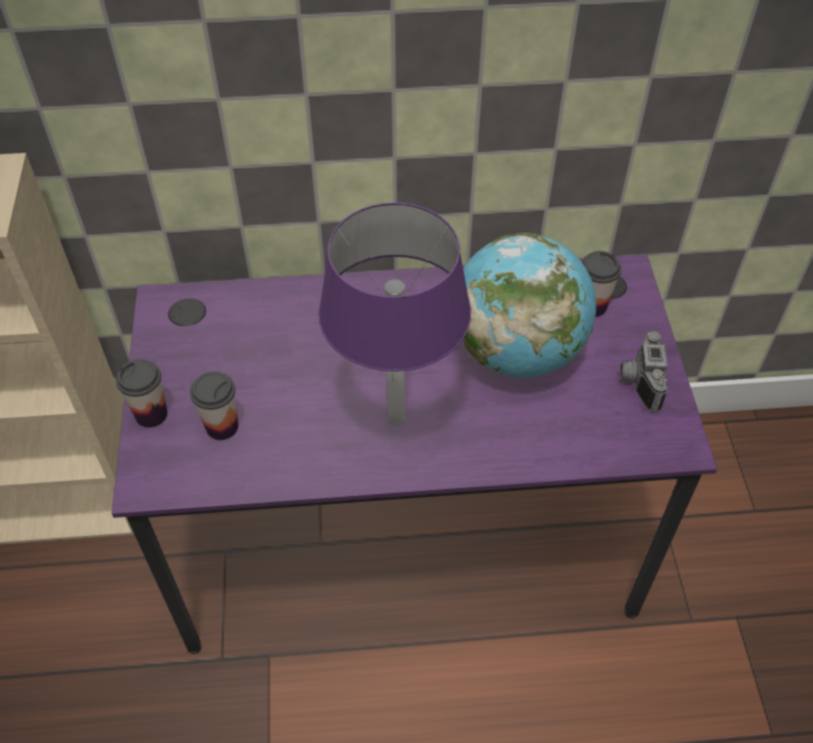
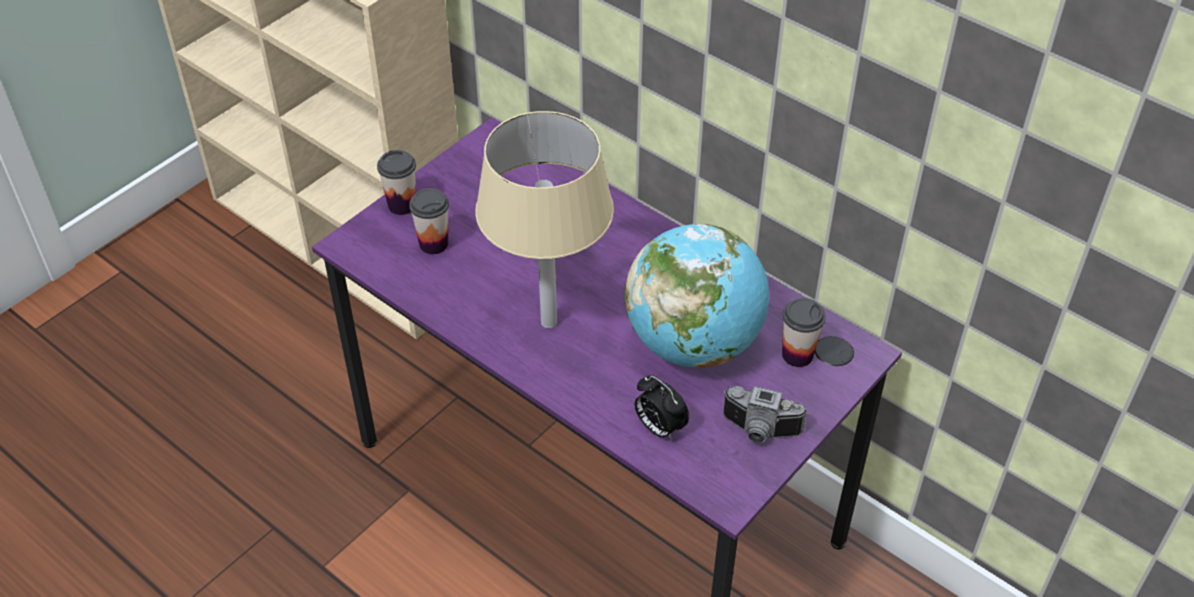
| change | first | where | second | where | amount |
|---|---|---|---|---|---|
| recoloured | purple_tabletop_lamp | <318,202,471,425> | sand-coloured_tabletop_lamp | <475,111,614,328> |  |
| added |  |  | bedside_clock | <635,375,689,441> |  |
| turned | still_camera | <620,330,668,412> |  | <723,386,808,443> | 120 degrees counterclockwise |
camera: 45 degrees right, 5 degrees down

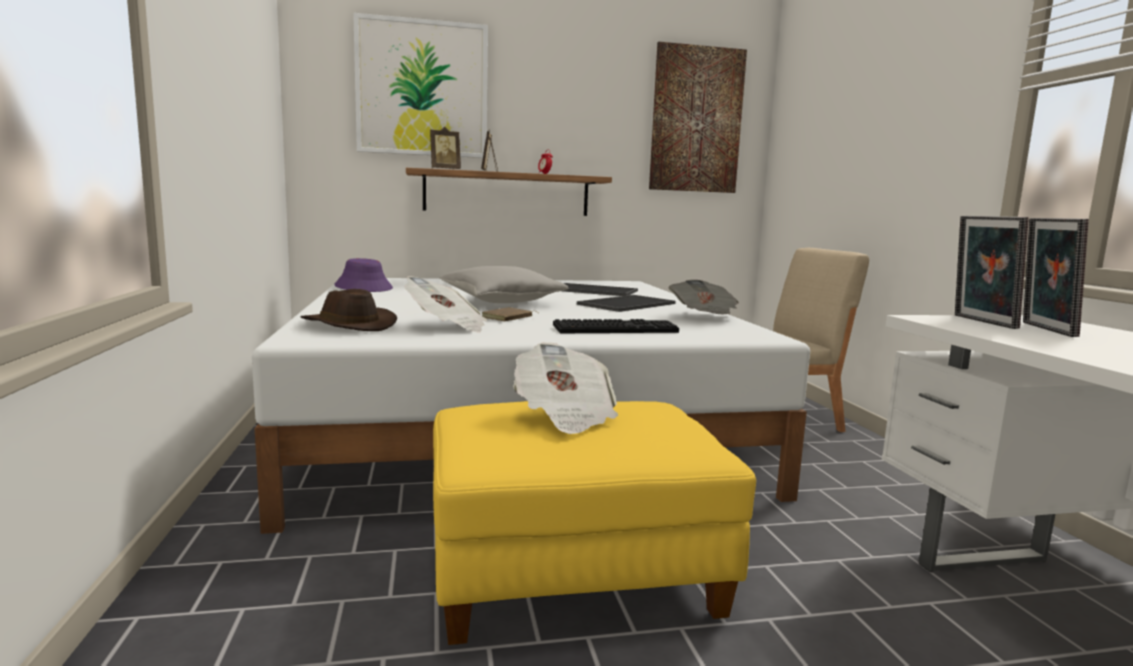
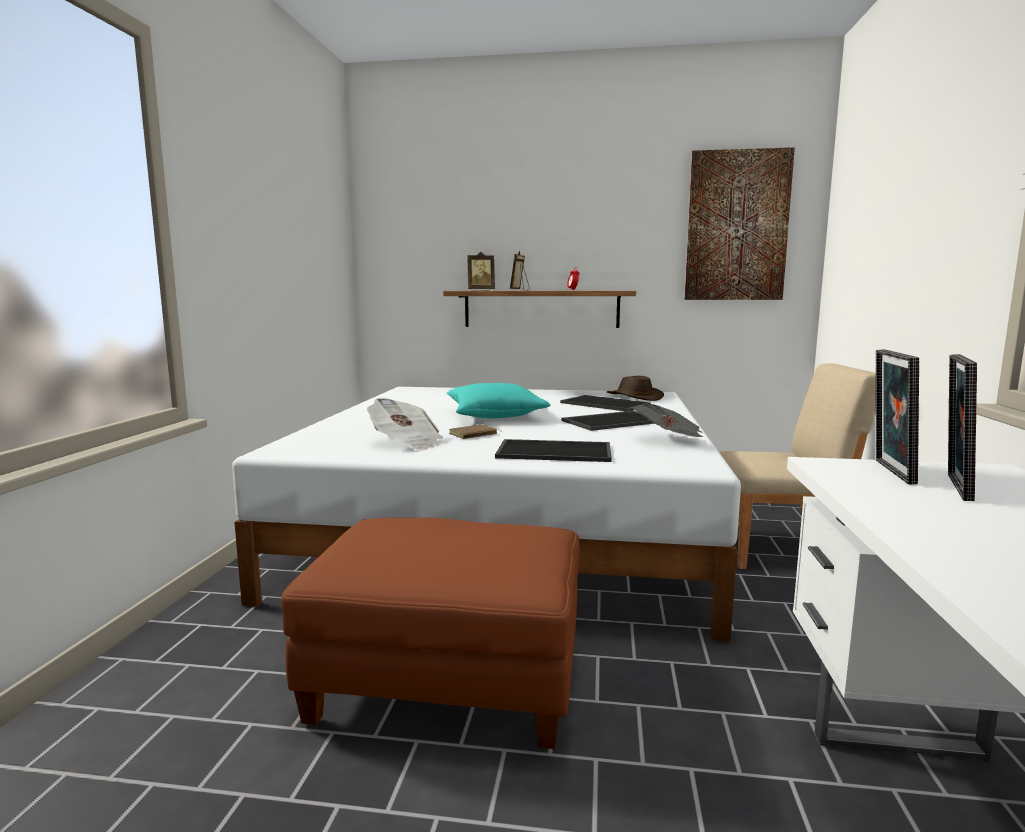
| change | first | where | second | where | amount |
|---|---|---|---|---|---|
| recoloured | yellow-coloured_pouffe | <433,401,756,645> | brown_pouffe | <281,518,580,749> |  |
| recoloured | grey_throw_pillow | <440,266,568,303> | turquoise-coloured_throw_pillow | <447,383,550,418> |  |
| replaced | PC_keyboard | <553,319,679,333> | tray | <495,439,612,462> |  |
| moved | brown_clothing_hat | <301,289,397,331> |  | <607,376,664,401> |  |
| removed | purple_clothing_hat | <334,258,393,292> |  |  |  |
| removed | wall_art | <353,13,488,158> |  |  |  |
| removed | newspaper | <513,343,618,434> |  |  |  |
camera: 20 degrees right, 0 degrees up

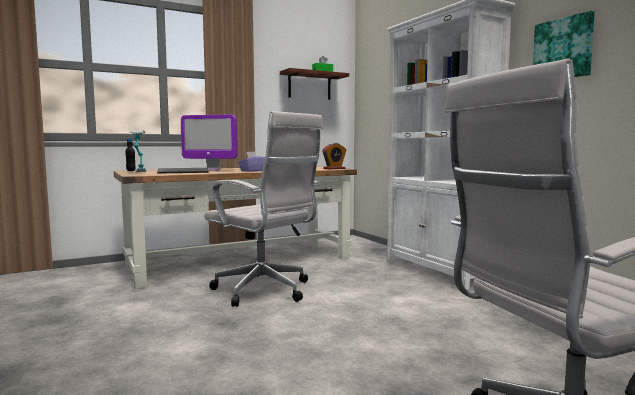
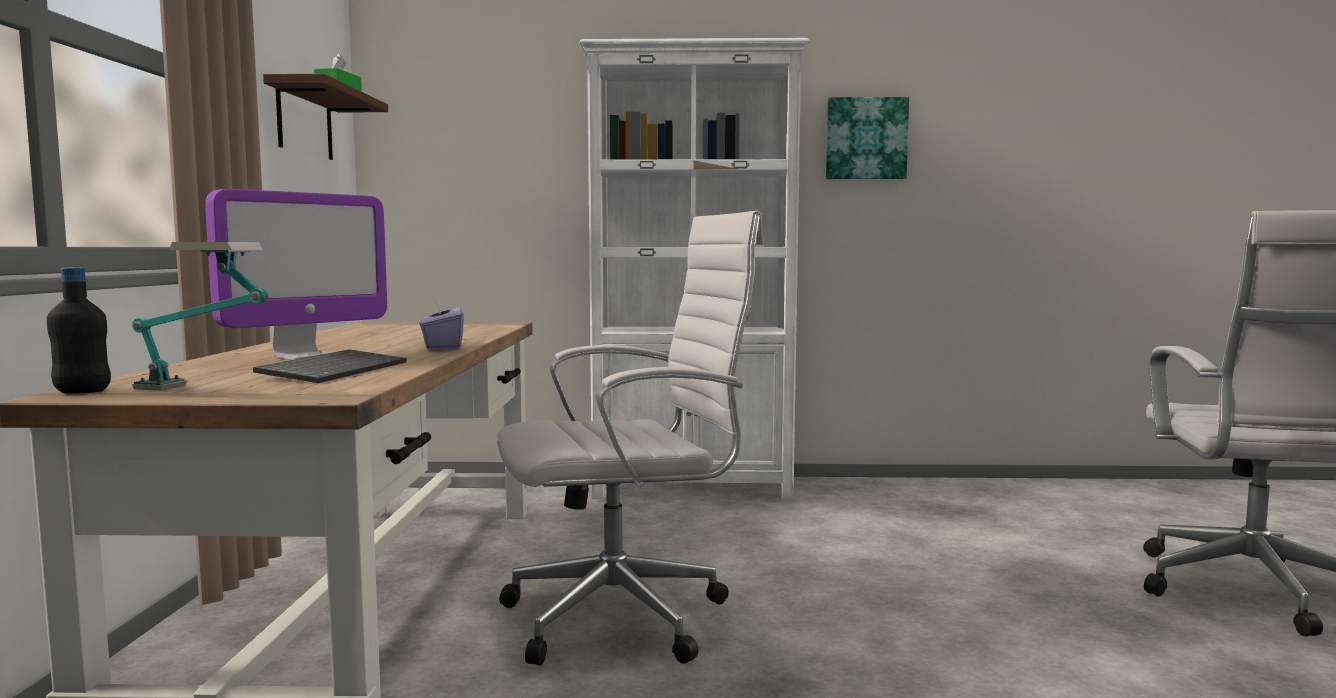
| change | first | where | second | where | amount |
|---|---|---|---|---|---|
| removed | bedside_clock | <322,143,346,169> |  |  |  |
camera: 60 degrees left, 0 degrees up

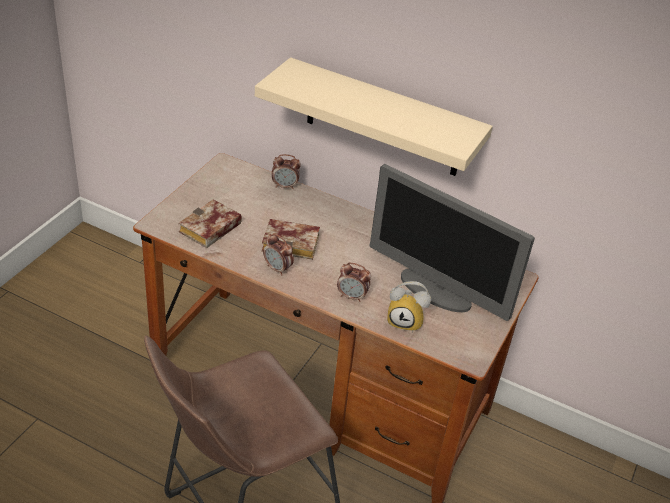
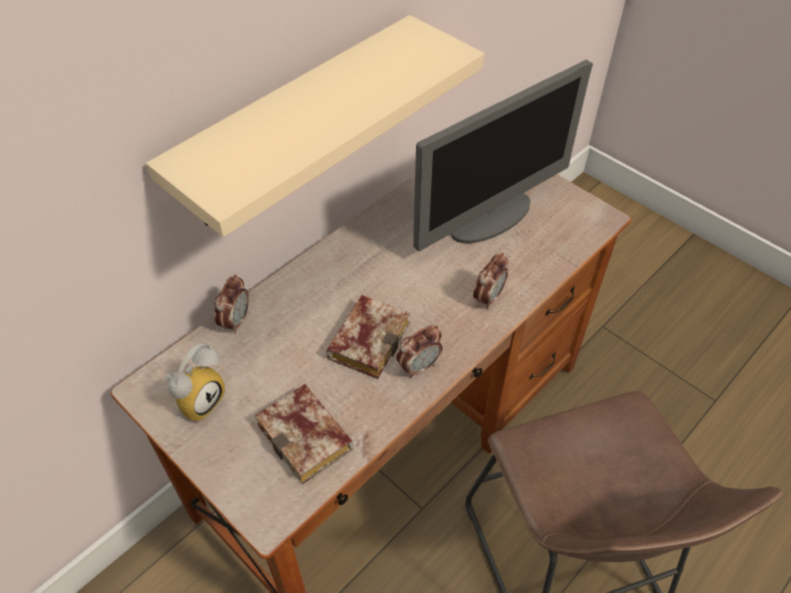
| change | first | where | second | where | amount |
|---|---|---|---|---|---|
| moved | bedside_clock | <387,281,431,333> |  | <165,343,225,421> |  |
camera: 70 degrees left, 10 degrees up

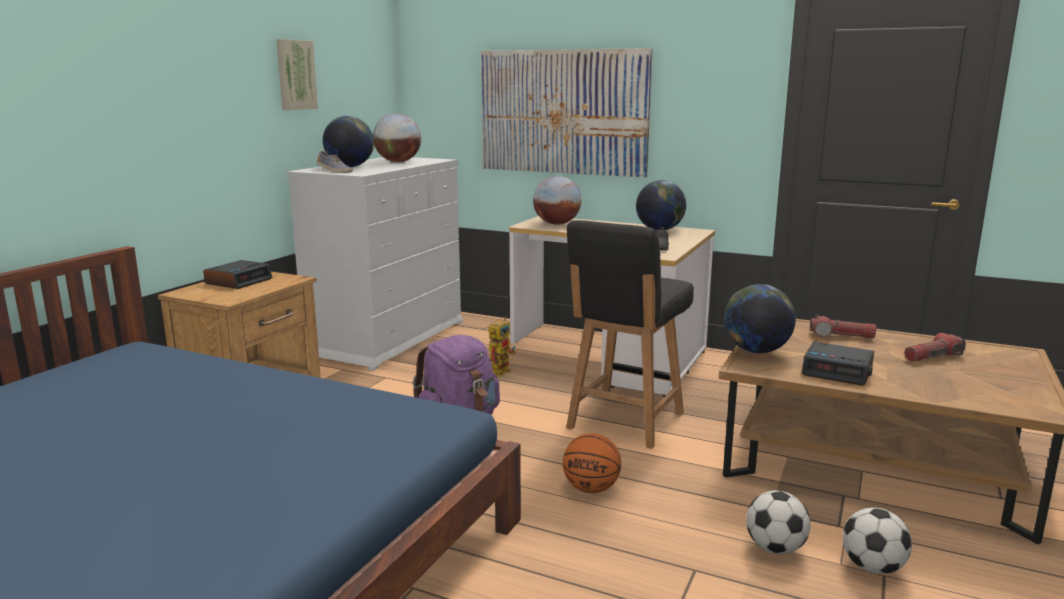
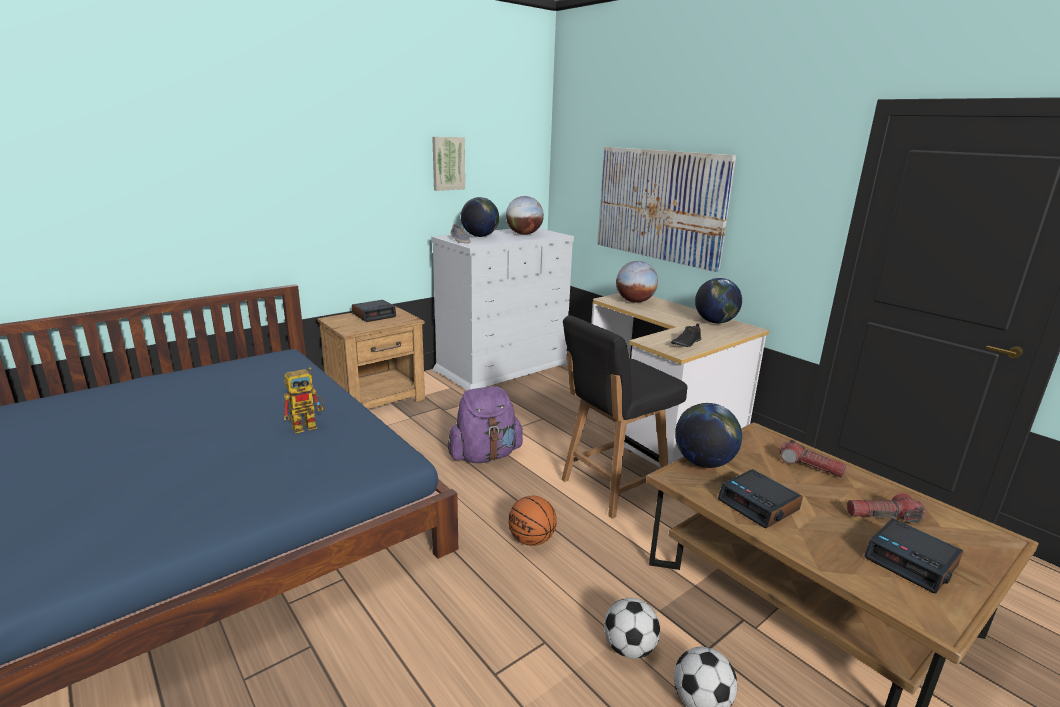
| change | first | where | second | where | amount |
|---|---|---|---|---|---|
| moved | toy_robot | <489,317,516,376> |  | <283,367,324,434> |  |
| added |  |  | bedside_clock | <864,518,963,593> |  |
camera: 25 degrees right, 5 degrees up

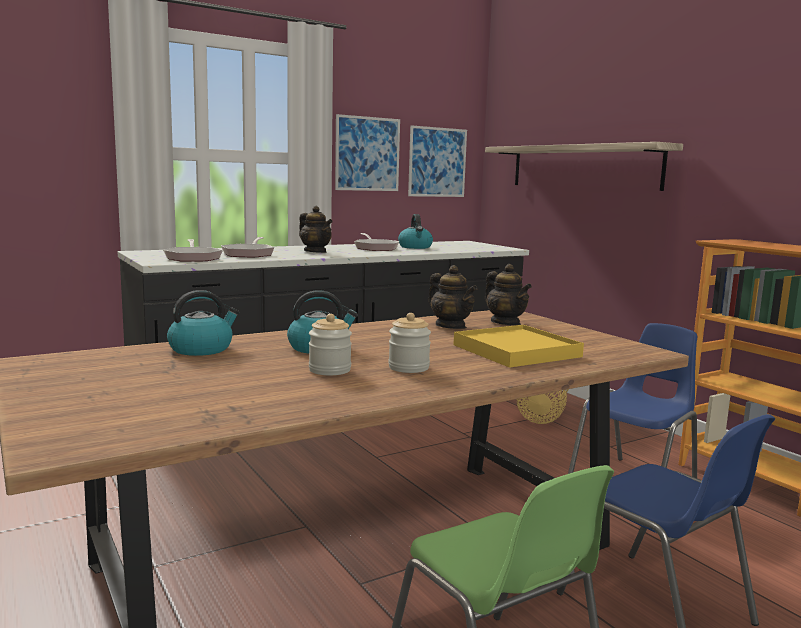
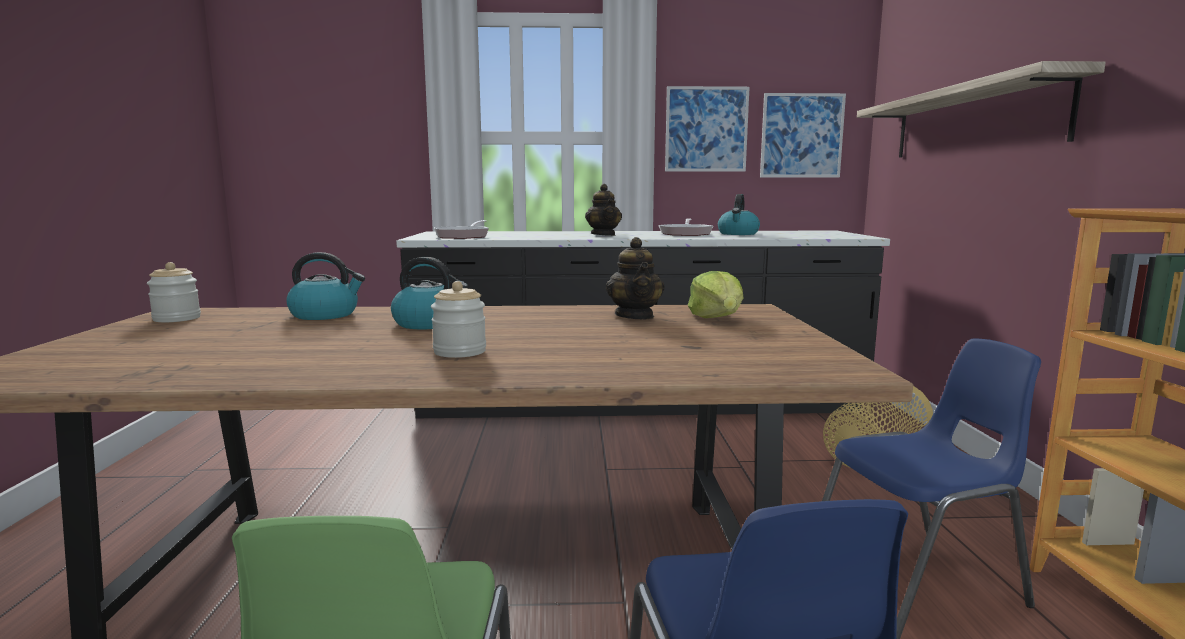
| change | first | where | second | where | amount |
|---|---|---|---|---|---|
| moved | preserve_jar | <309,314,352,375> |  | <147,262,201,322> |  |
| replaced | pot_for_tea | <485,264,532,325> | lettuce | <688,271,744,318> |  |
| removed | frying_pan | <221,237,274,258> |  |  |  |
| removed | yellow-coloured_tray | <454,325,584,368> |  |  |  |
camera: 30 degrees right, 0 degrees up

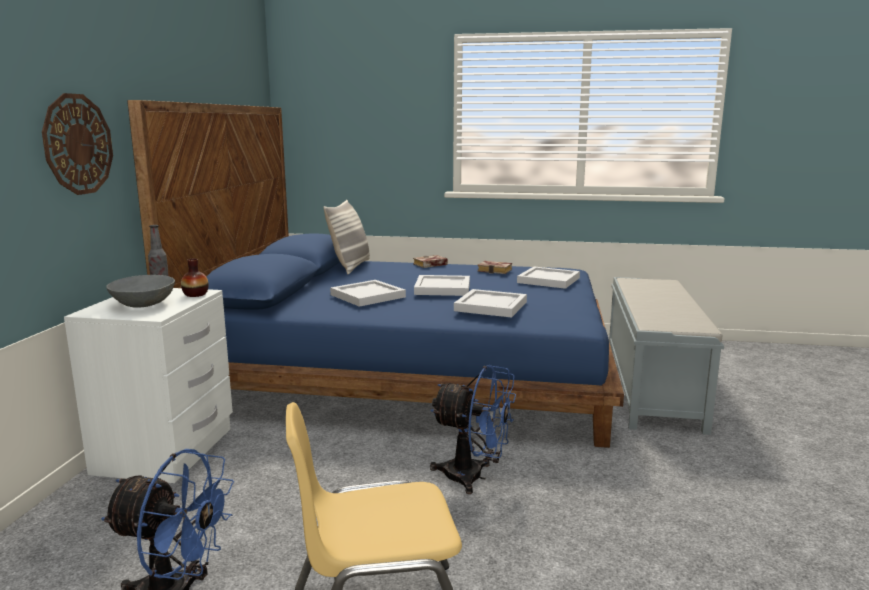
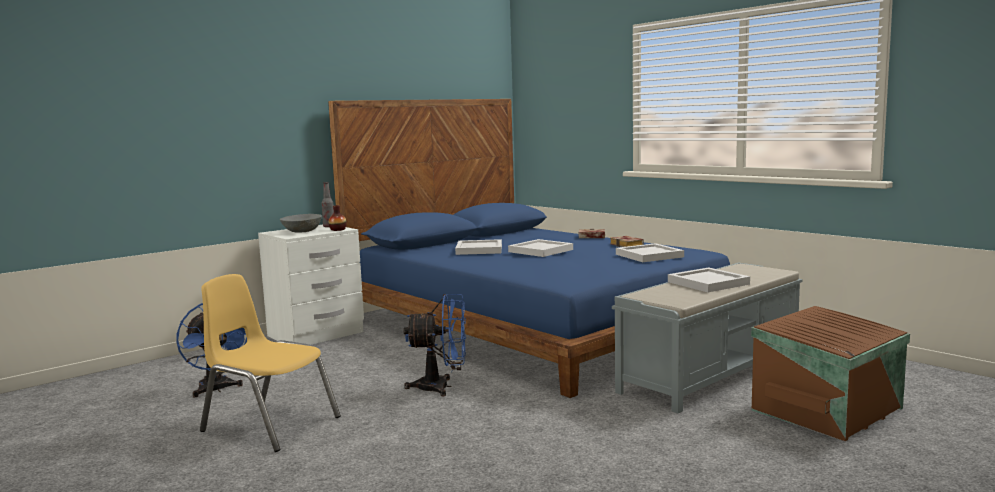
| change | first | where | second | where | amount |
|---|---|---|---|---|---|
| turned | blue_fan | <430,365,516,494> |  | <403,294,466,397> | 60 degrees counterclockwise |
| moved | white-coloured_tray | <454,289,527,318> |  | <668,267,750,292> |  |
| added |  |  | brown_storage_box | <751,306,910,441> |  |
| removed | hanging_clock | <42,93,113,195> |  |  |  |
| removed | throw_pillow | <323,200,370,274> |  |  |  |
camera: 40 degrees right, 5 degrees down

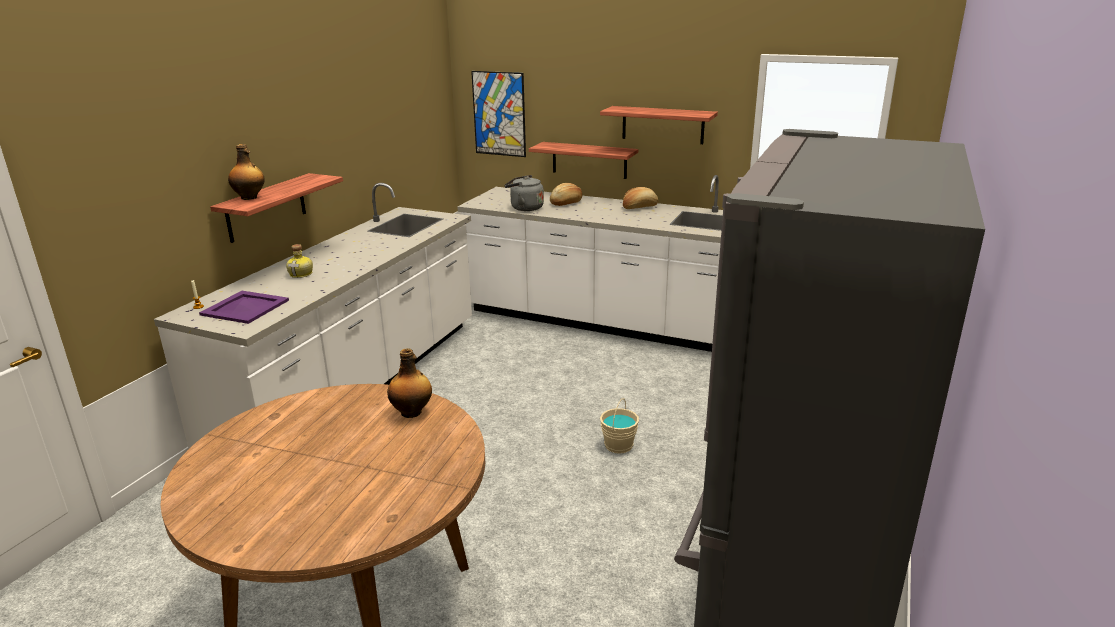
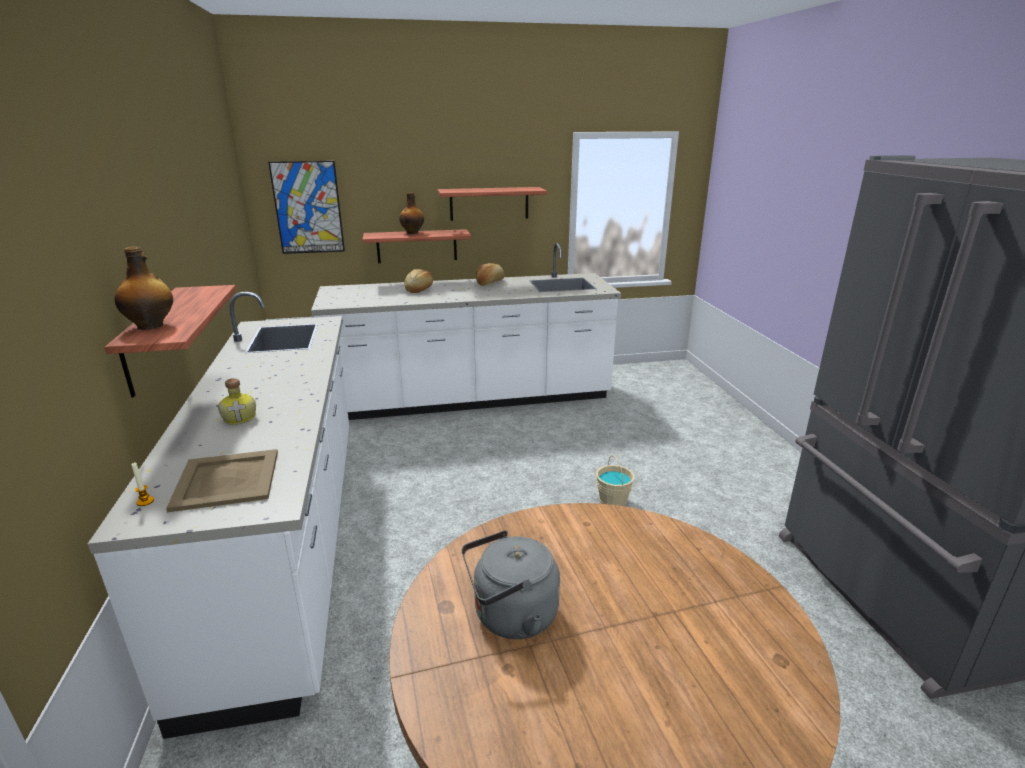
| change | first | where | second | where | amount |
|---|---|---|---|---|---|
| recoloured | purple_tray | <199,291,289,324> | sand-coloured_tray | <166,449,278,512> |  |
| moved | beverage_bottle | <387,348,432,418> |  | <399,192,424,234> |  |
| moved | grey_water_kettle | <504,175,544,211> |  | <462,530,560,639> |  |
camera: 35 degrees left, 0 degrees up

